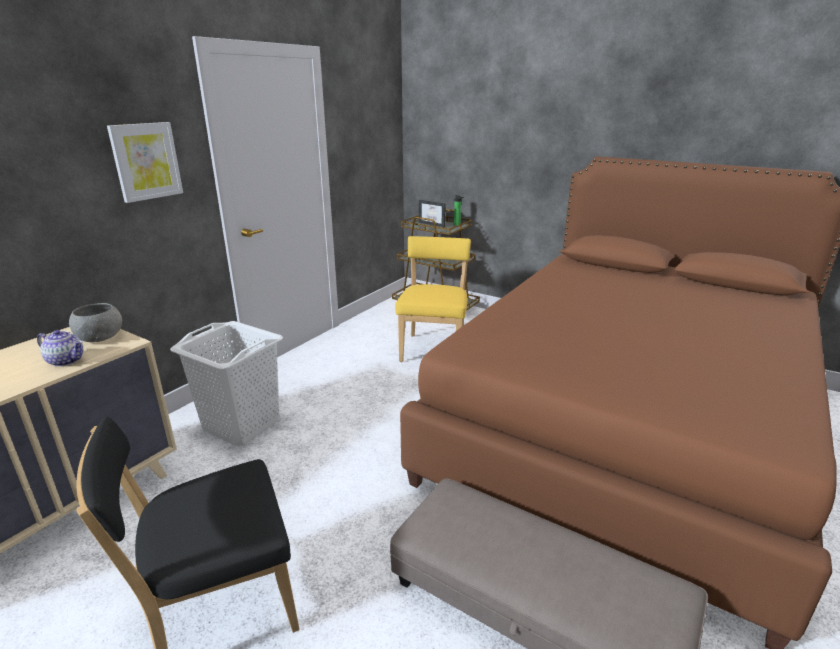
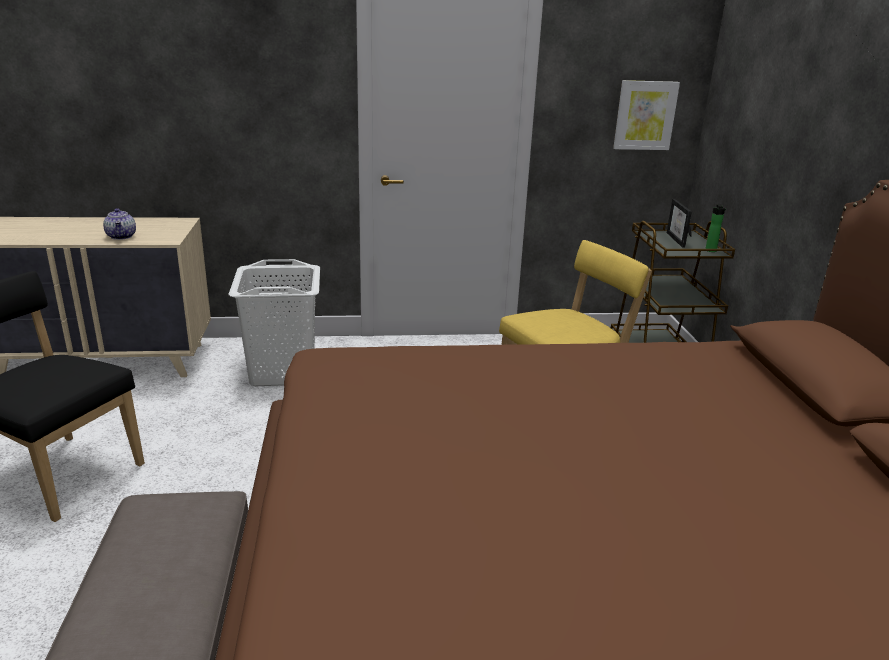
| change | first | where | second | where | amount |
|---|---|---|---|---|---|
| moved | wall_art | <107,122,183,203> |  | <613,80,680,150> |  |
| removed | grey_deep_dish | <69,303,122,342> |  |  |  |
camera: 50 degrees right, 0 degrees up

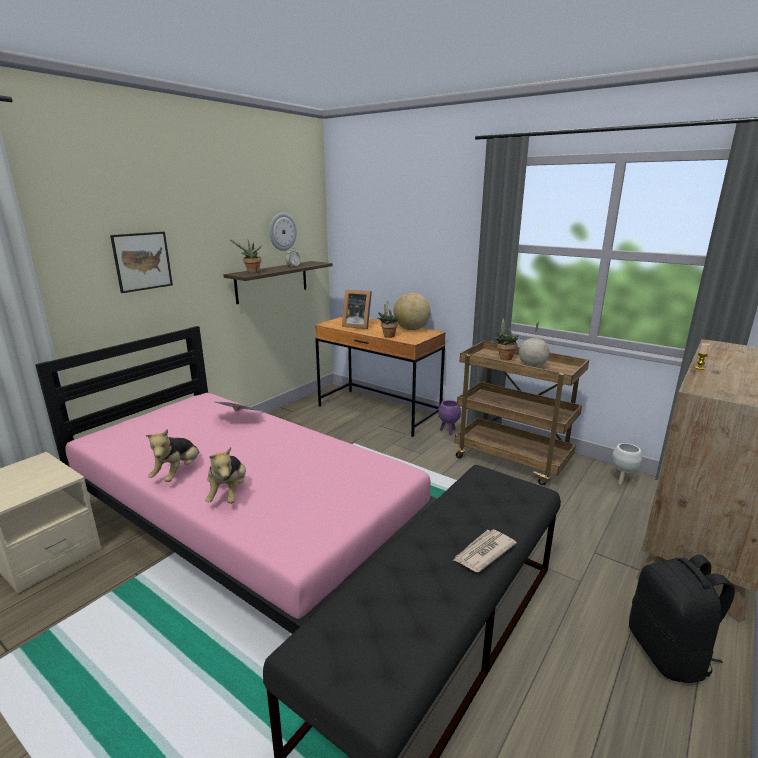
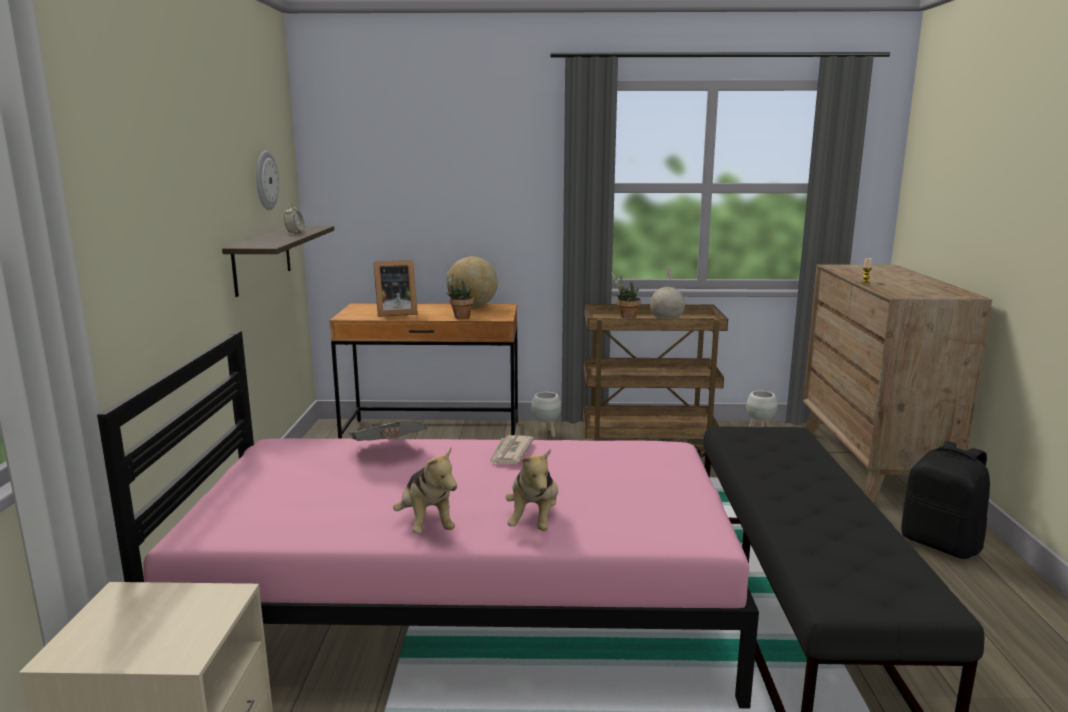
| change | first | where | second | where | amount |
|---|---|---|---|---|---|
| moved | newspaper | <453,530,517,572> |  | <489,435,534,464> |  |
| turned | cuddly_toy | <205,447,246,504> |  | <506,449,558,531> | 45 degrees clockwise |
| recoloured | purple_flower_pot | <438,400,461,435> | white-coloured_flower_pot | <531,392,561,437> |  |
| removed | wall_art | <110,232,173,293> |  |  |  |
| removed | plant_in_a_pot | <231,240,262,273> |  |  |  |
camera: 35 degrees left, 5 degrees down

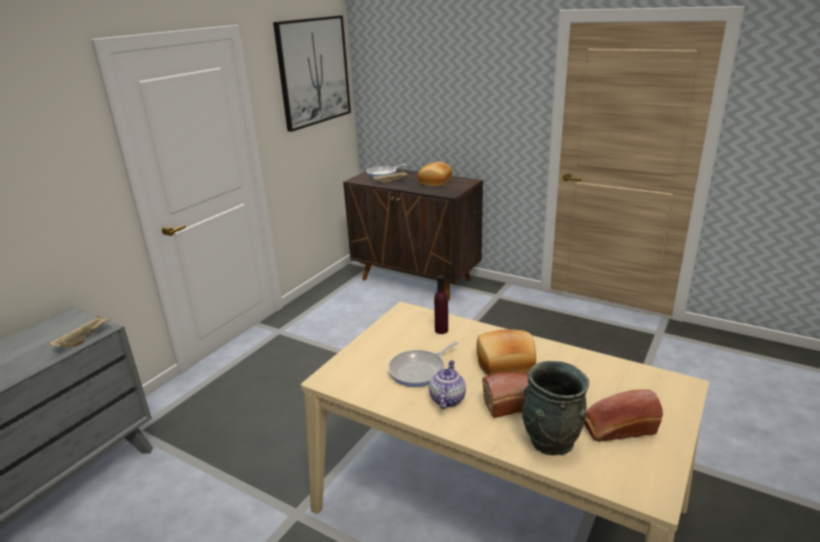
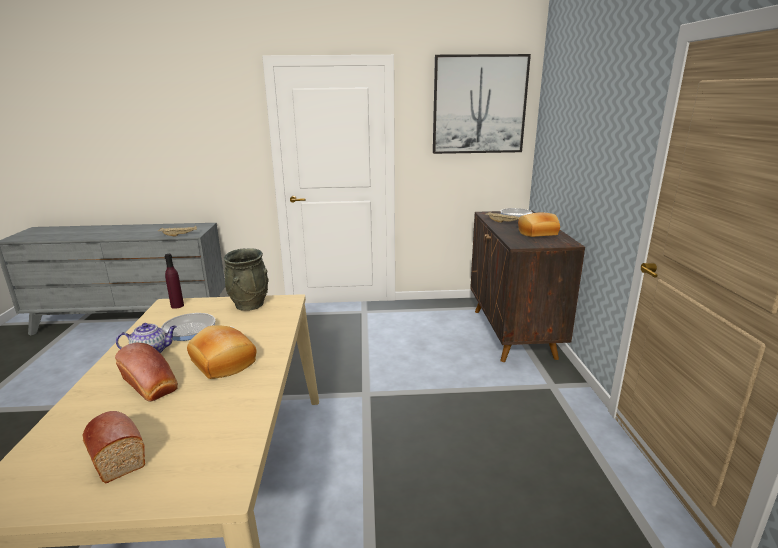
| change | first | where | second | where | amount |
|---|---|---|---|---|---|
| moved | purple_beverage_bottle | <434,275,448,334> |  | <165,254,184,309> |  |
| moved | grey_vase | <522,361,589,455> |  | <224,248,269,311> |  |
camera: 55 degrees right, 5 degrees down

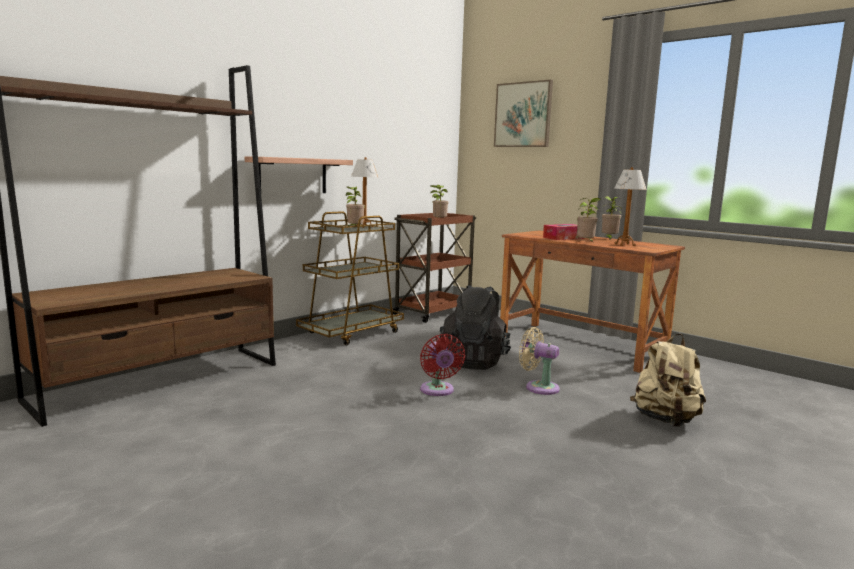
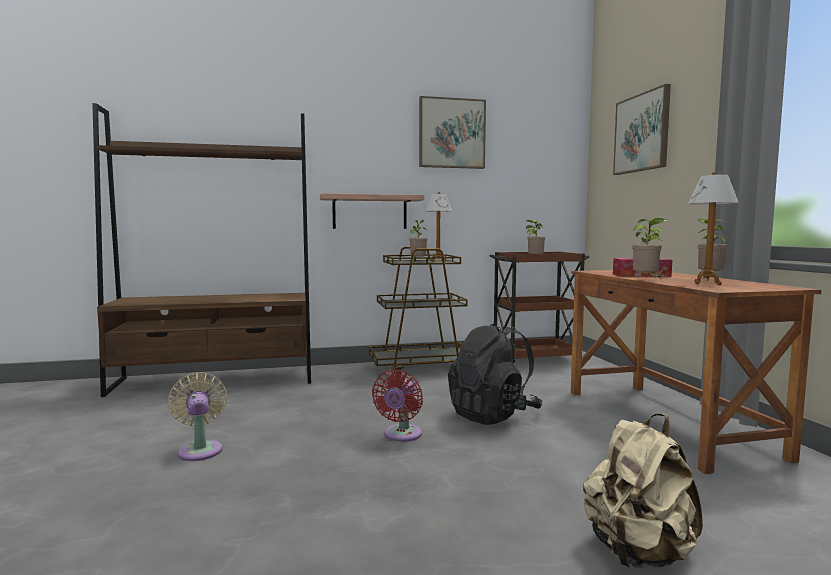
| change | first | where | second | where | amount |
|---|---|---|---|---|---|
| moved | sand-coloured_fan | <519,327,560,395> |  | <168,373,227,461> |  |
| added |  |  | wall_art | <419,96,486,169> |  |
camera: 35 degrees right, 5 degrees down

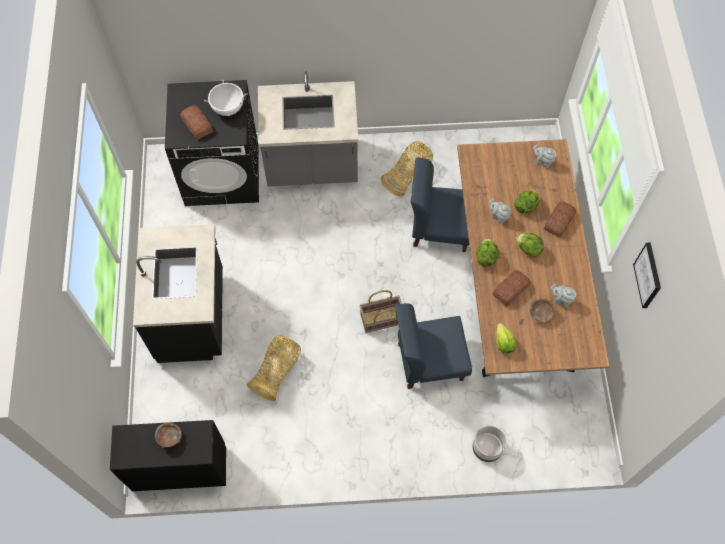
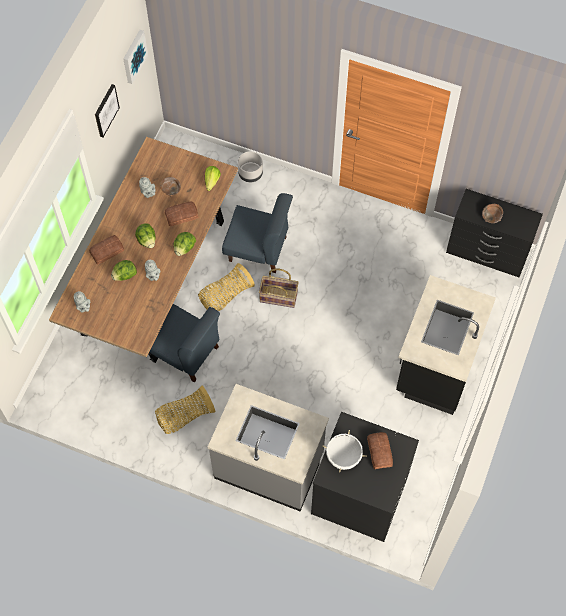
| change | first | where | second | where | amount |
|---|---|---|---|---|---|
| added |  |  | wall_art | <123,30,148,84> |  |
| moved | storage_basket | <247,335,301,401> |  | <198,263,255,312> |  |
camera: 155 degrees left, 0 degrees up

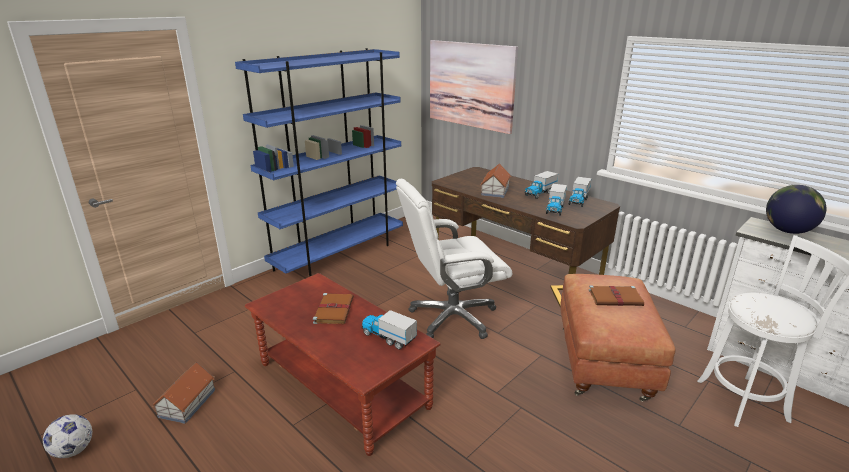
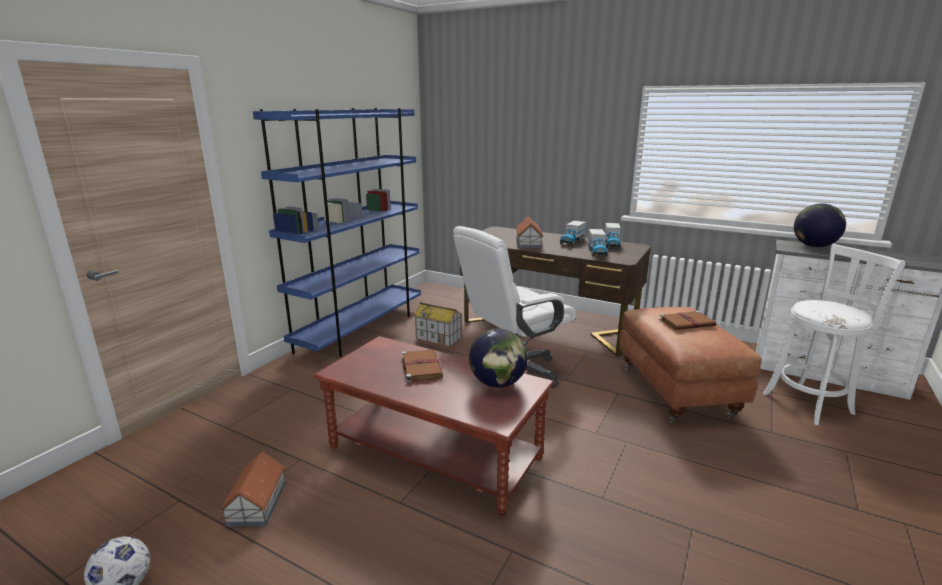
| change | first | where | second | where | amount |
|---|---|---|---|---|---|
| added |  |  | model_house | <414,302,462,347> |  |
| replaced | model_truck | <362,310,417,350> | globe | <469,329,528,388> |  |
| removed | wall_art | <430,40,518,134> |  |  |  |
camera: 15 degrees left, 5 degrees down

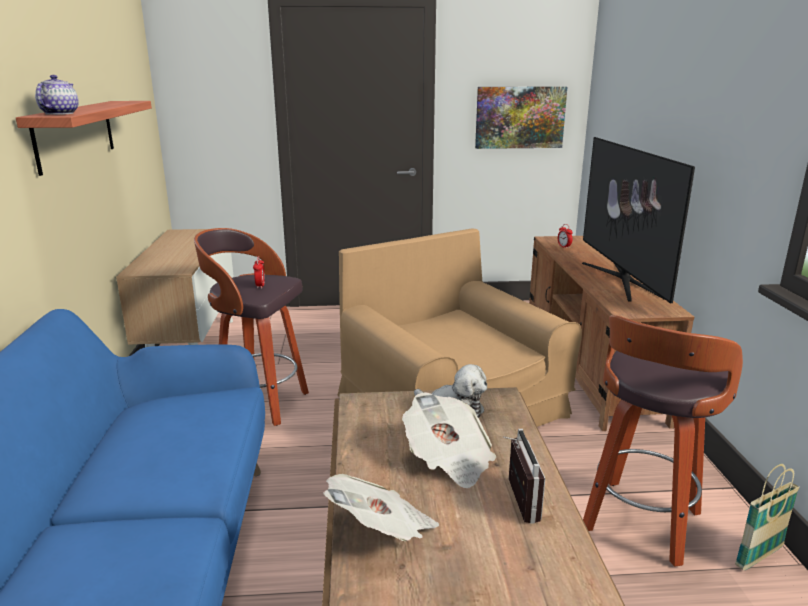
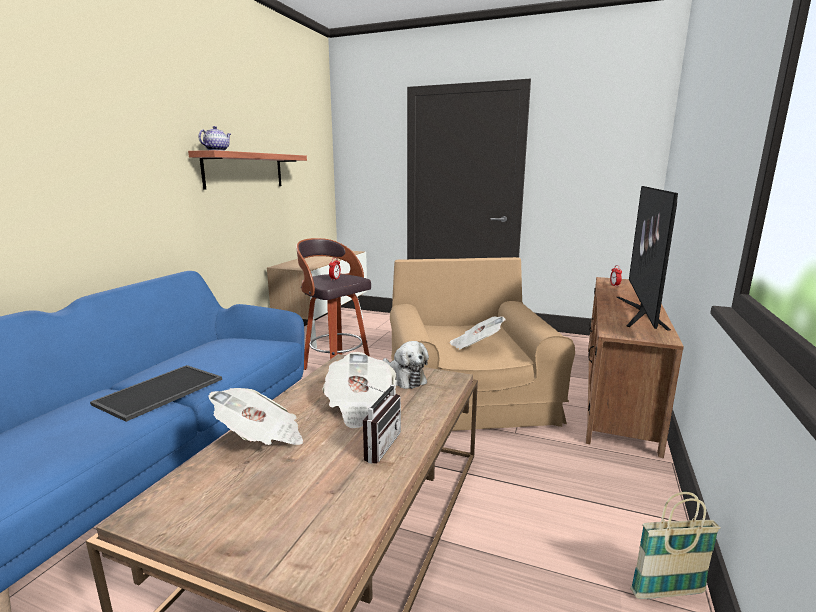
| change | first | where | second | where | amount |
|---|---|---|---|---|---|
| added |  |  | tray | <90,365,222,422> |  |
| added |  |  | newspaper | <449,316,506,350> |  |
| removed | wall_art | <475,87,567,149> |  |  |  |
| removed | stool | <583,315,743,567> |  |  |  |
camera: 25 degrees right, 5 degrees down

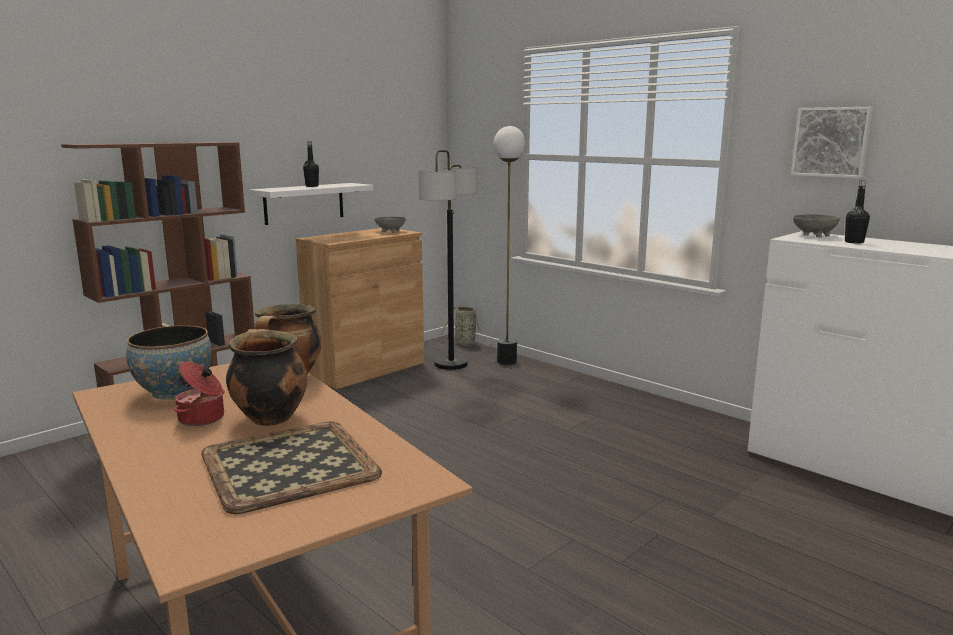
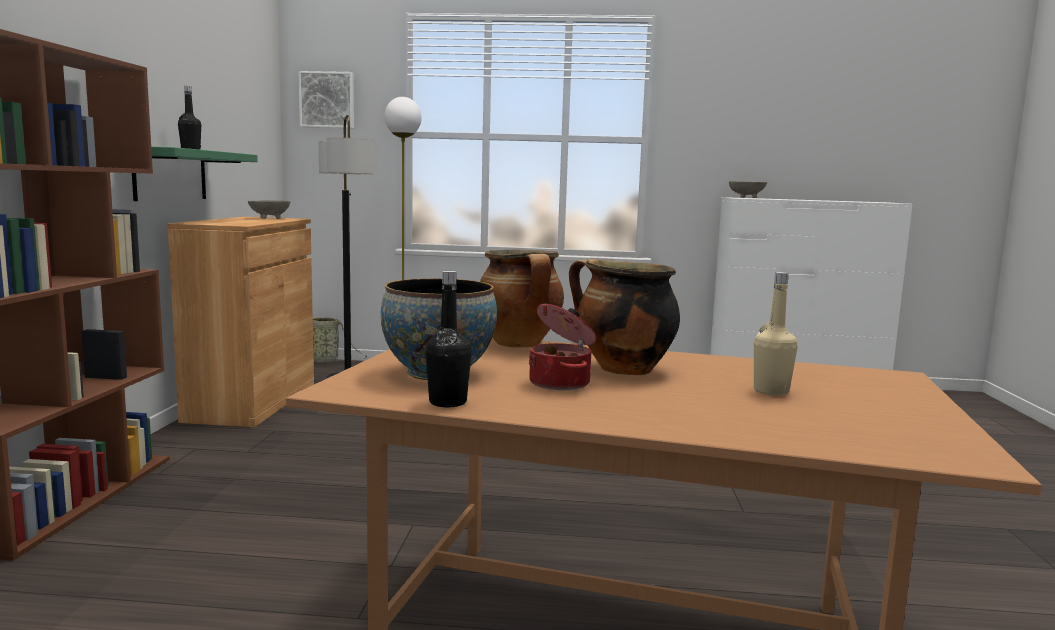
| change | first | where | second | where | amount |
|---|---|---|---|---|---|
| recoloured | white-coloured_bracket_shelf | <250,183,373,225> | greenish_bracket_shelf | <132,147,258,201> |  |
| moved | wall_art | <791,107,873,178> |  | <299,71,354,128> |  |
| moved | black-coloured_beverage_bottle | <845,180,870,244> |  | <425,271,472,407> |  |
| replaced | tray | <201,421,382,514> | sand-coloured_beverage_bottle | <754,272,798,396> |  |
camera: 40 degrees left, 5 degrees down

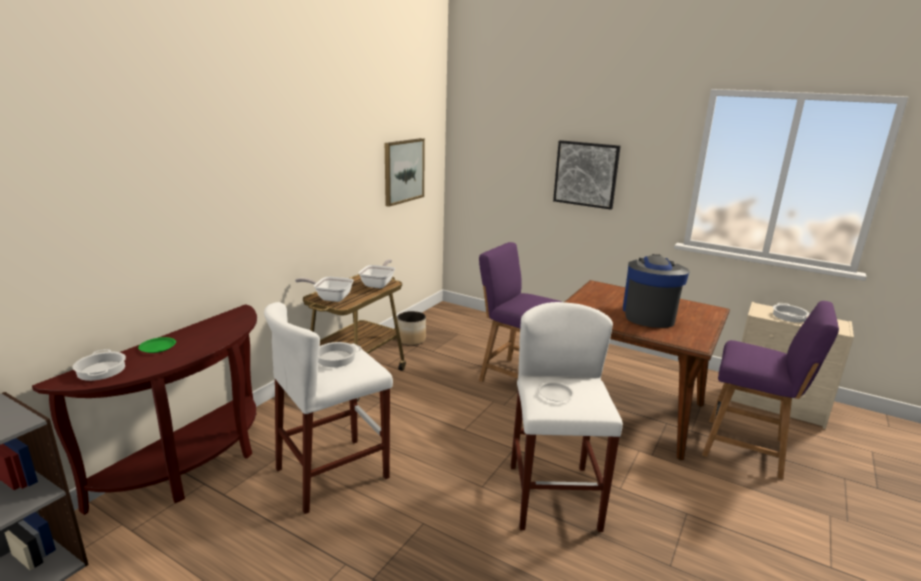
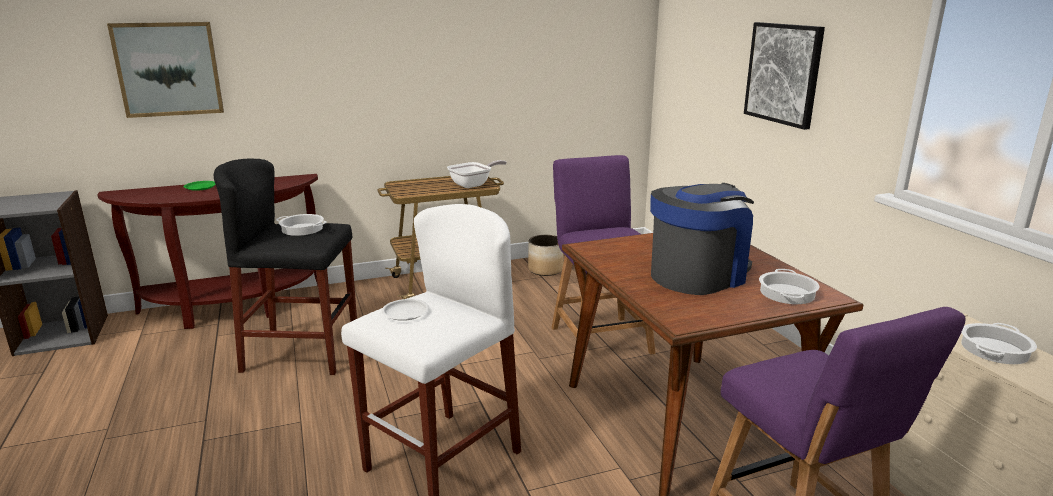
| change | first | where | second | where | amount |
|---|---|---|---|---|---|
| moved | wall_art | <385,138,425,207> |  | <107,22,224,118> |  |
| recoloured | white-coloured_stool | <264,302,393,514> | black-coloured_stool | <214,158,357,375> |  |
| moved | saucepot | <73,349,126,381> |  | <759,269,820,304> |  |
| removed | frying_pan | <295,277,354,302> |  |  |  |
camera: 40 degrees right, 0 degrees up

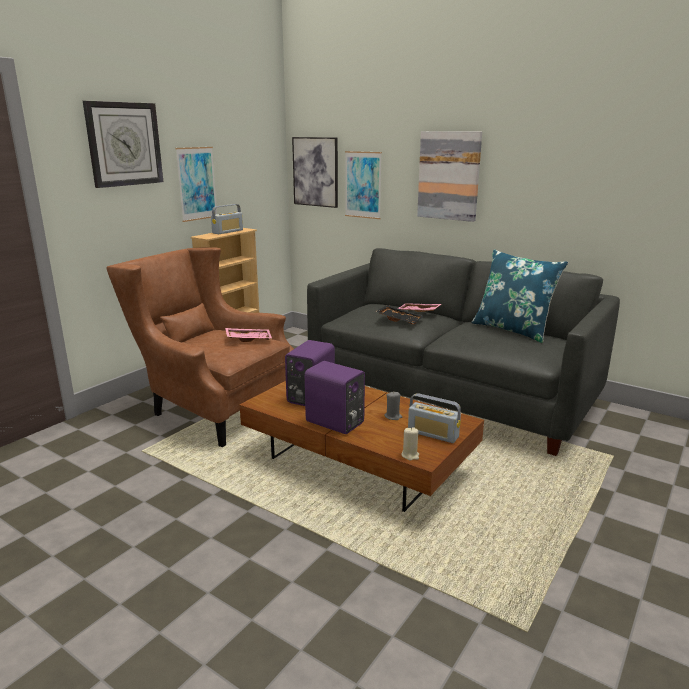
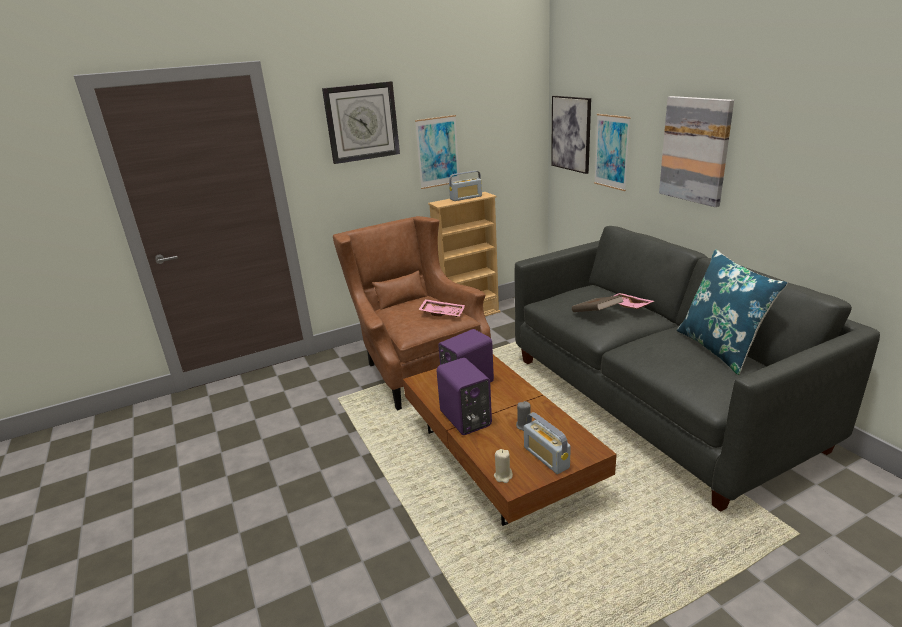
| change | first | where | second | where | amount |
|---|---|---|---|---|---|
| replaced | black-coloured_tray | <376,305,424,325> | brown_book | <572,295,624,312> |  |
camera: 30 degrees right, 5 degrees up

